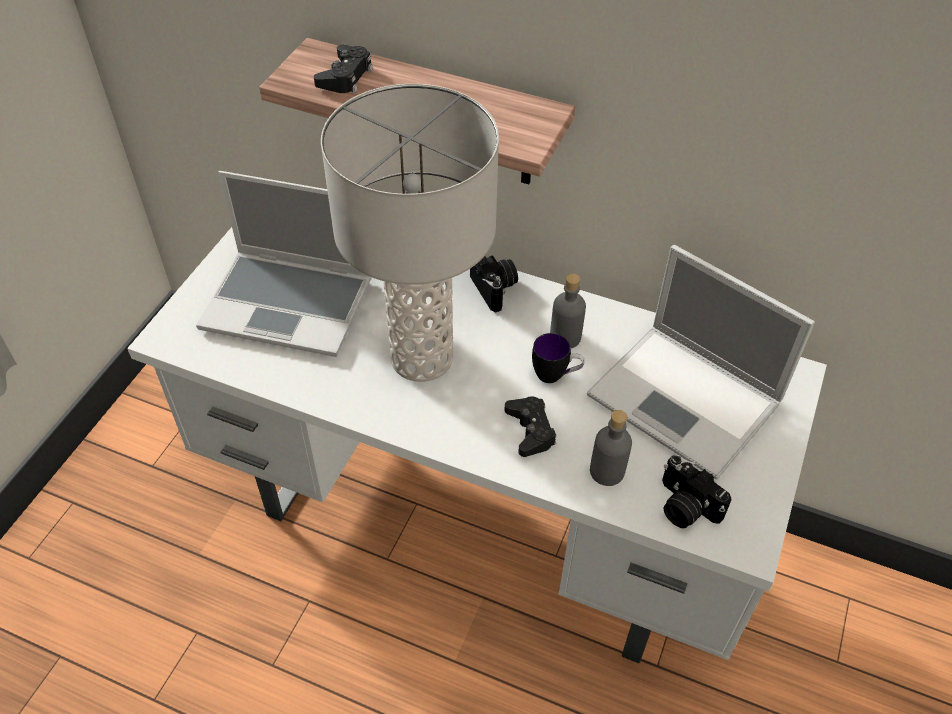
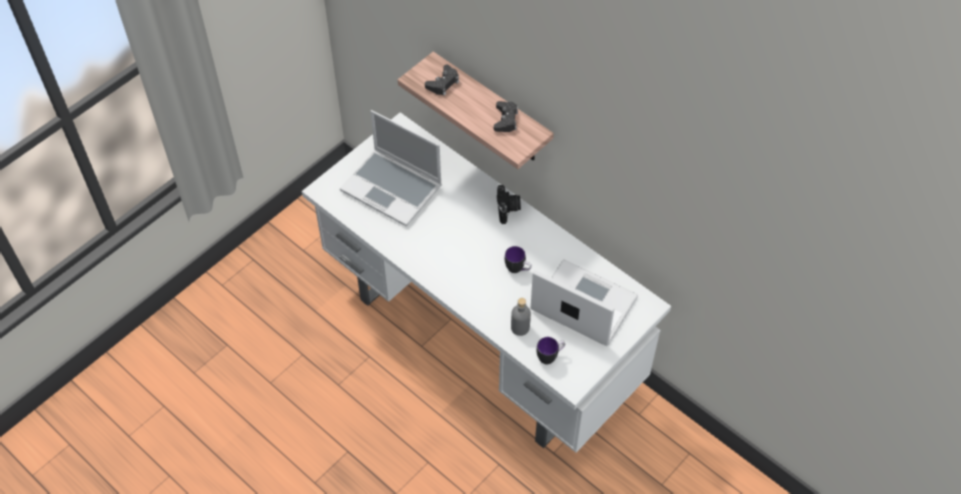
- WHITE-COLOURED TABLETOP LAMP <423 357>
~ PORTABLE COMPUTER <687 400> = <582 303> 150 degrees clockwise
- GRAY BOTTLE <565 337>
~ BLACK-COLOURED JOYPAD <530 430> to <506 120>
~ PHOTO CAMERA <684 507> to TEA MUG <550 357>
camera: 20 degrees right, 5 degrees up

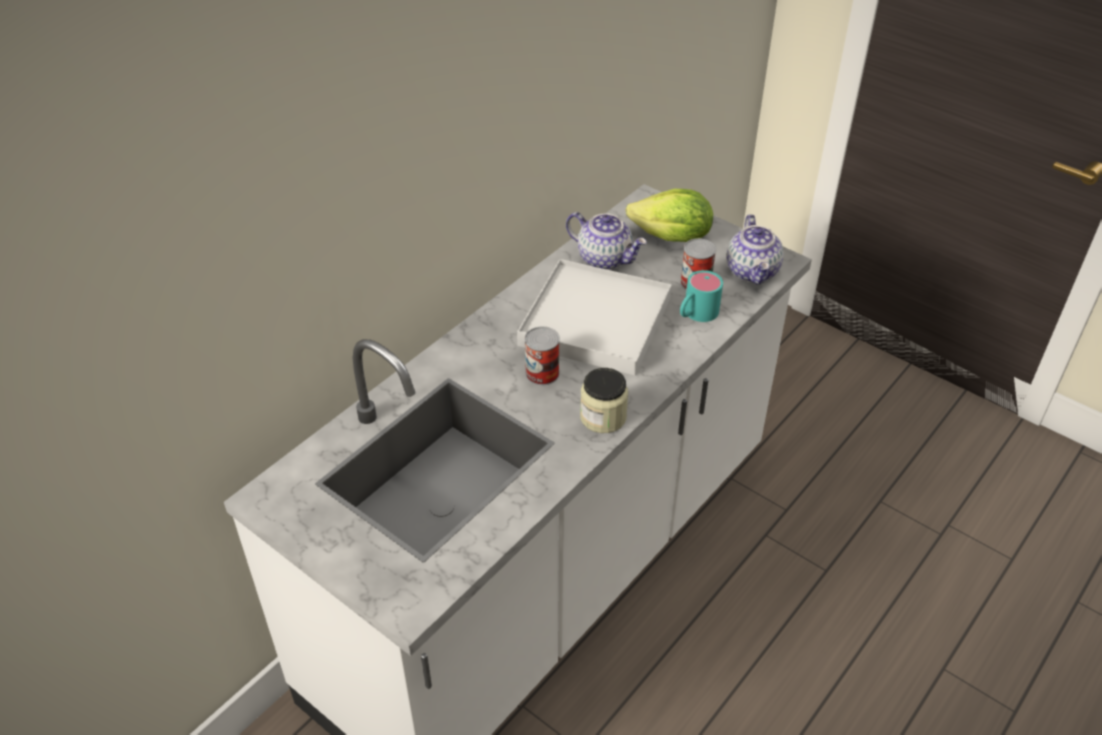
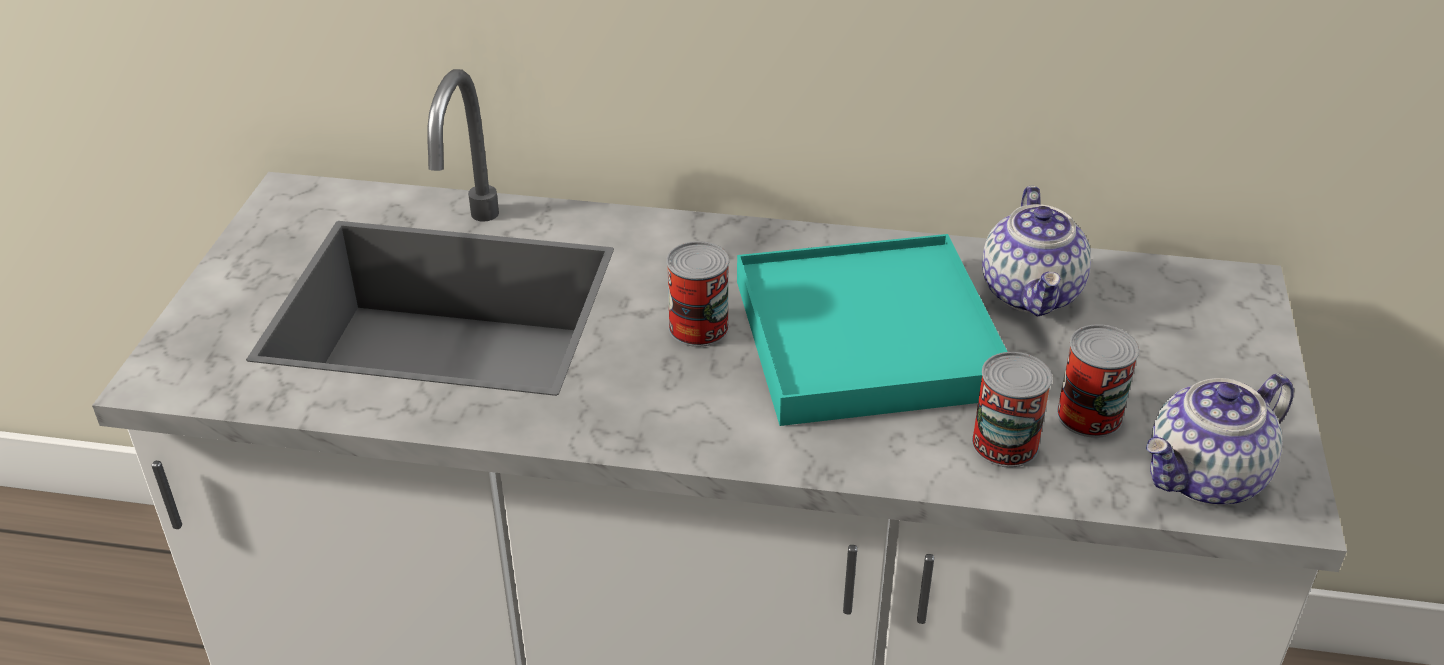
- HEAD OF LETTUCE <672 237>
~ WHITE-COLOURED TRAY <595 321> to TURQUOISE TRAY <868 337>
~ TURQUOISE TEA MUG <696 314> to SEALED CAN <1005 444>
- PRESERVE JAR <603 417>
camera: 60 degrees right, 5 degrees down

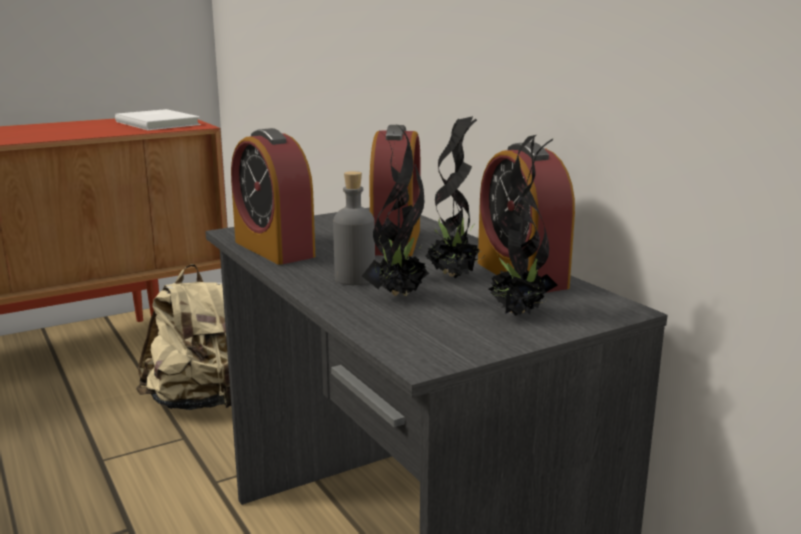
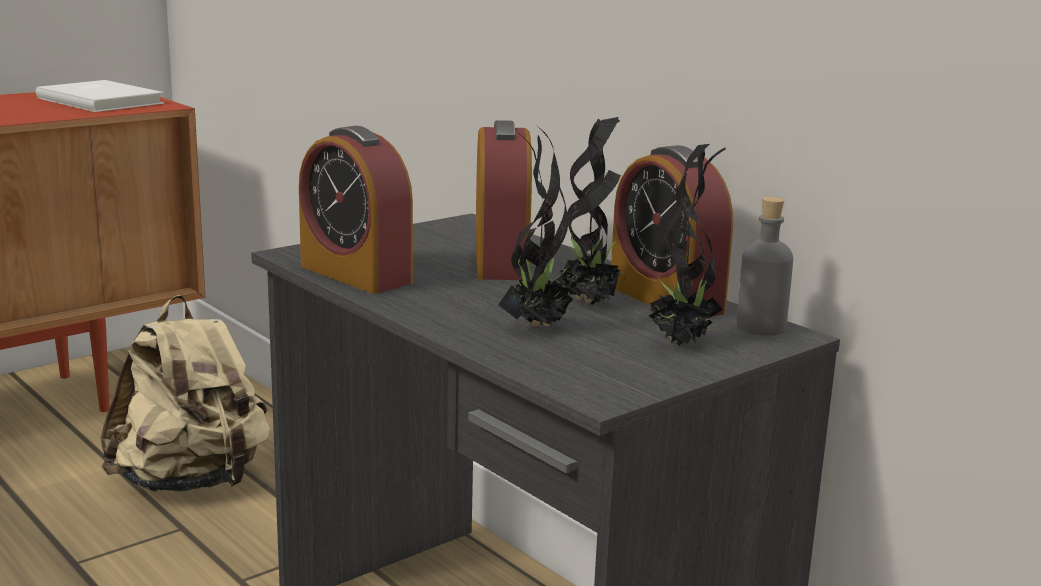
~ GRAY BOTTLE <355 279> to <760 327>
camera: 10 degrees left, 0 degrees up

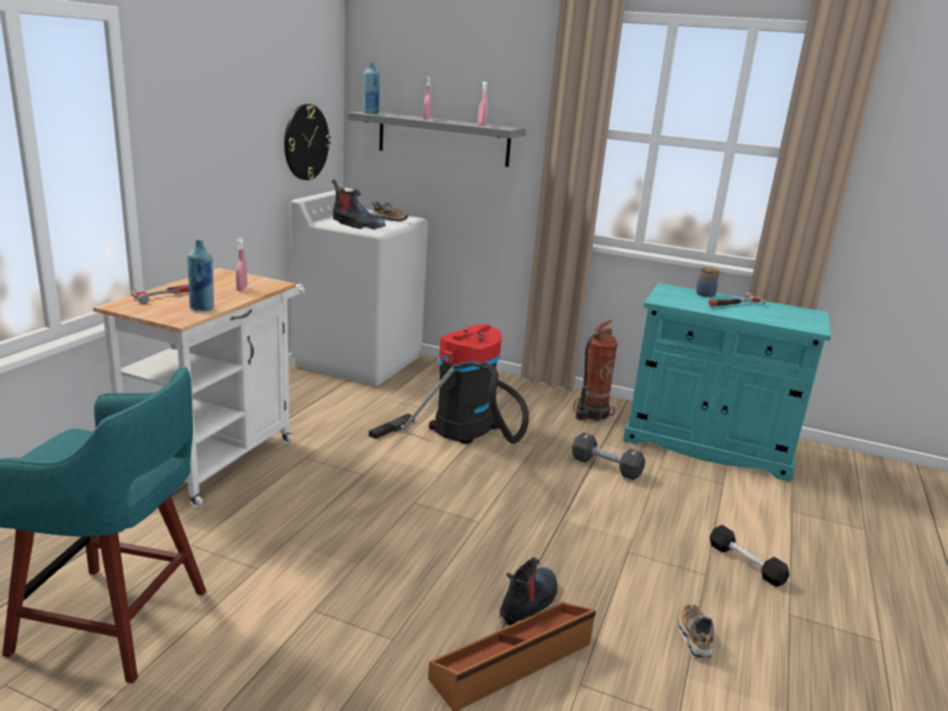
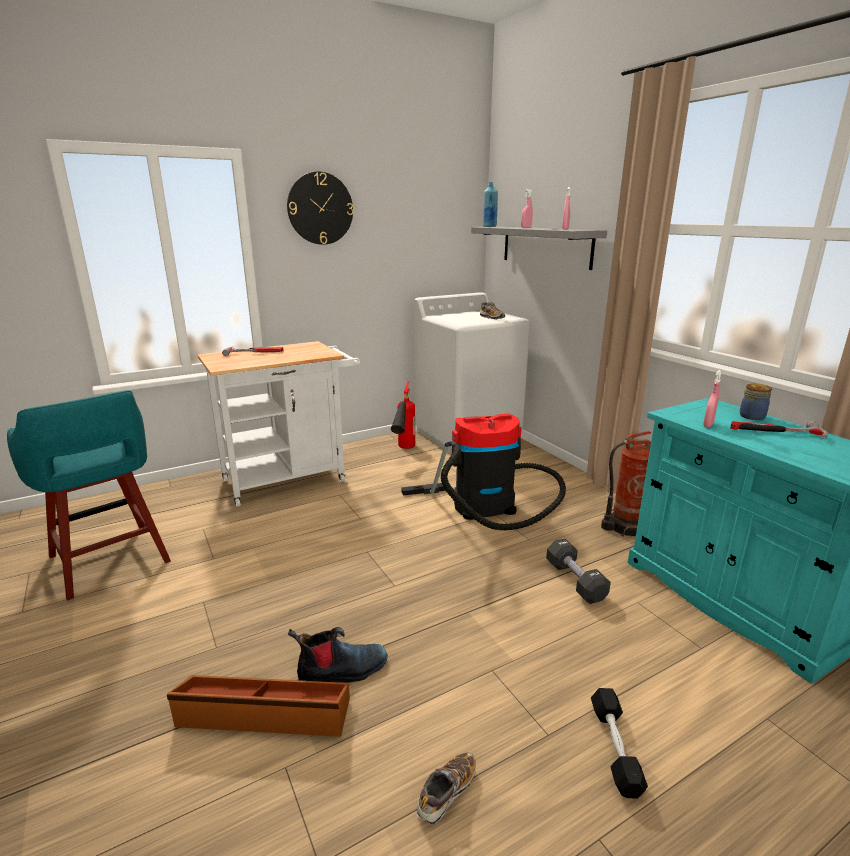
~ HANGING CLOCK <306 142> to <320 208>
- TALL BOOT <357 225>
~ PINK HAND SPRAYER <242 289> to <708 425>
- BLUE BOTTLE <202 308>
+ FIRE-FIGHTING CYLINDER <403 452>
camera: 40 degrees right, 0 degrees up

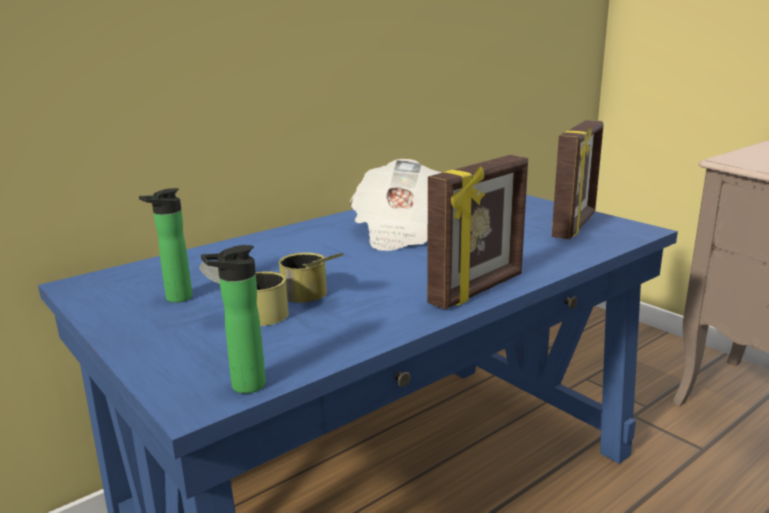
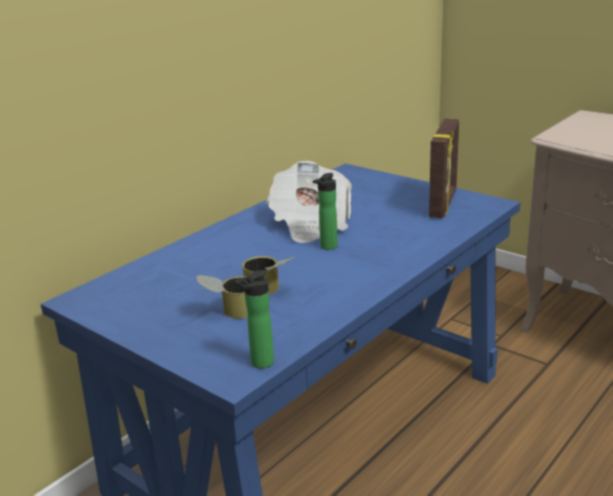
- PHOTO FRAME <478 290>
~ BOTTLE <175 299> to <327 247>
camera: 10 degrees left, 5 degrees up

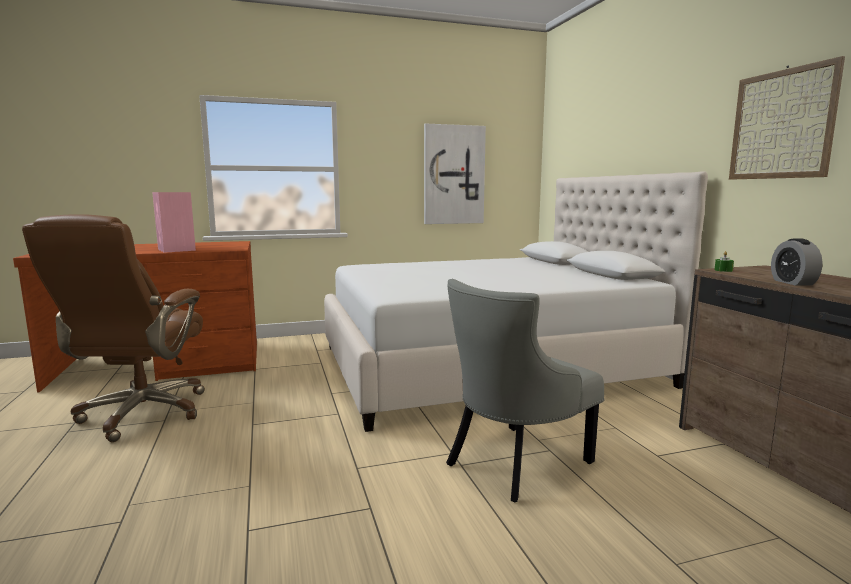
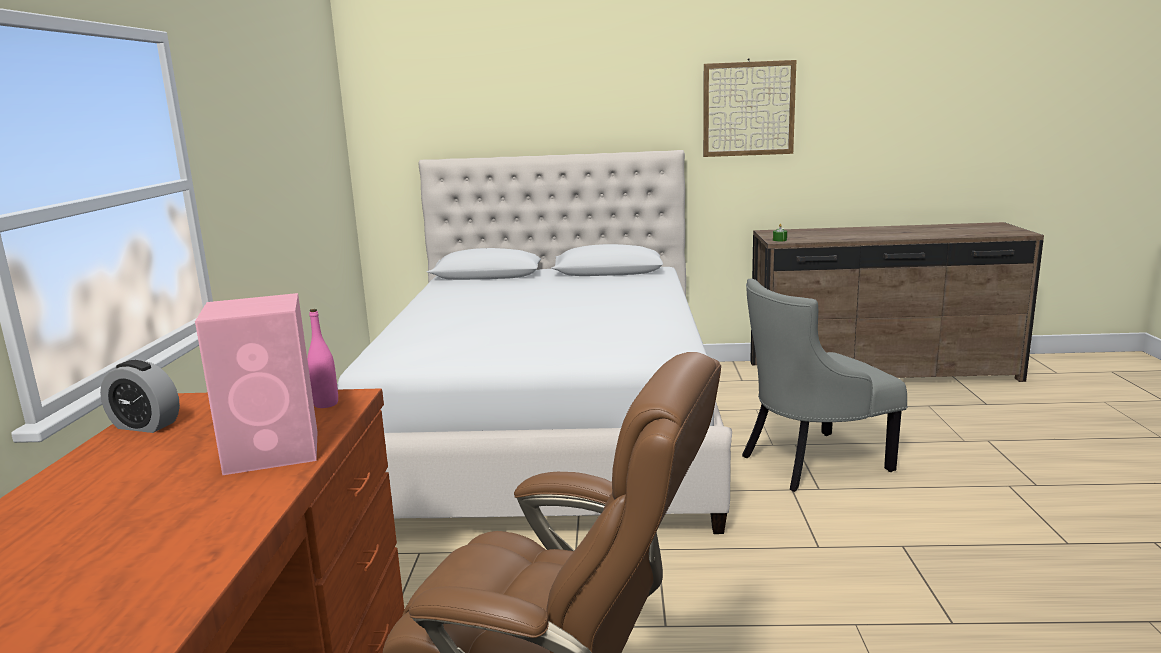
- WALL PICTURE <453 175>
~ BEDSIDE CLOCK <793 282> to <145 425>
~ GRAY PLAIN CHAIR <518 461> = <815 461> 90 degrees clockwise
+ PINK BOTTLE <326 404>
camera: 70 degrees left, 5 degrees up

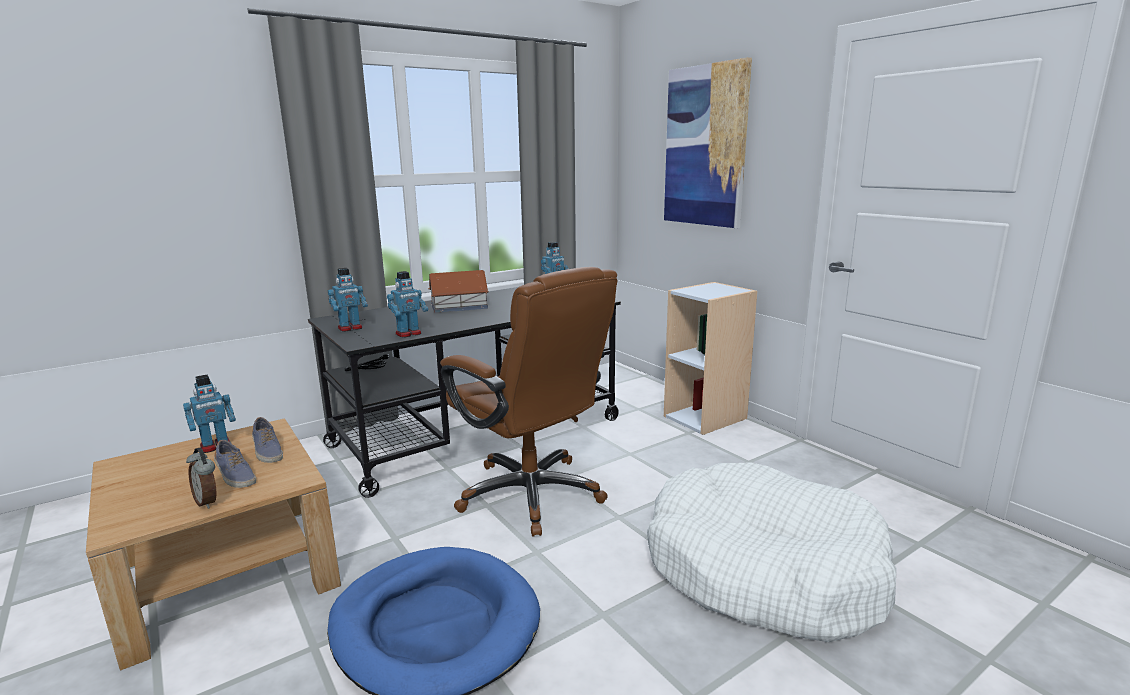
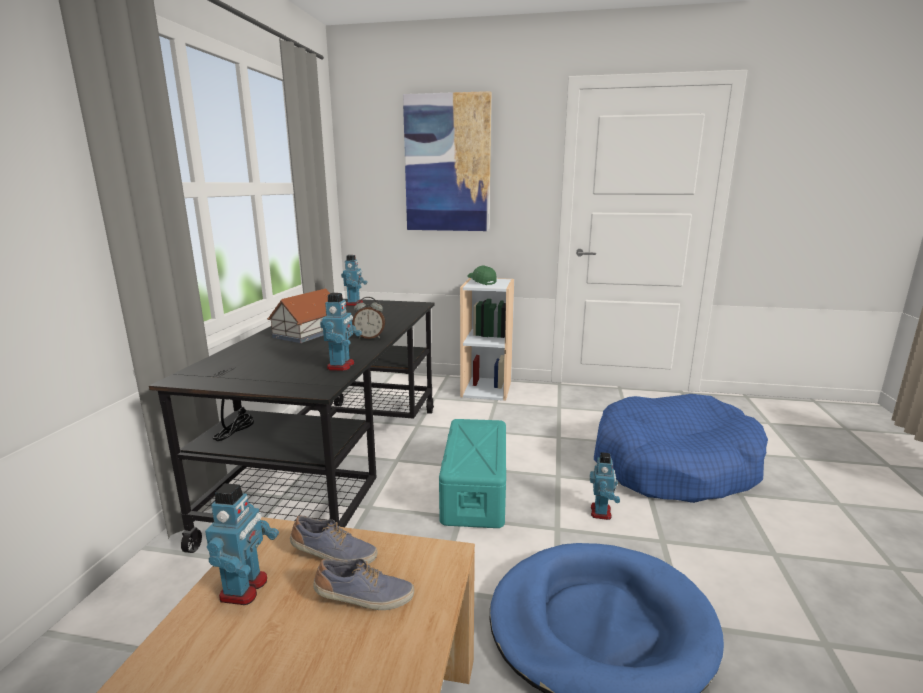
~ BROWN-COLOURED DESK CHAIR <531 493> to TURQUOISE STORAGE BOX <475 491>
~ TOY ROBOT <350 328> to <601 512>
~ BEDSIDE CLOCK <208 502> to <369 337>
~ WHITE-COLOURED PET BED <762 569> to BLUE PET BED <673 465>
+ GREEN BASEBALL CAP <481 282>
camera: 45 degrees left, 0 degrees up

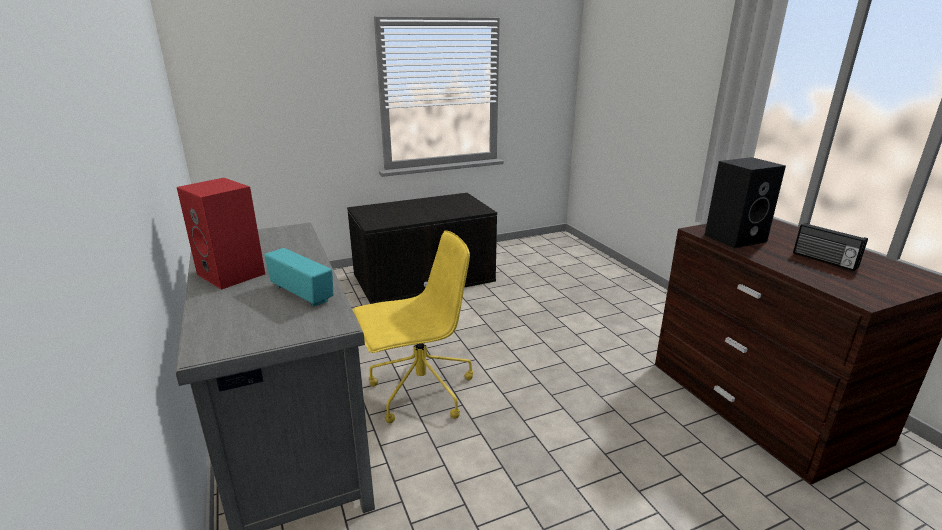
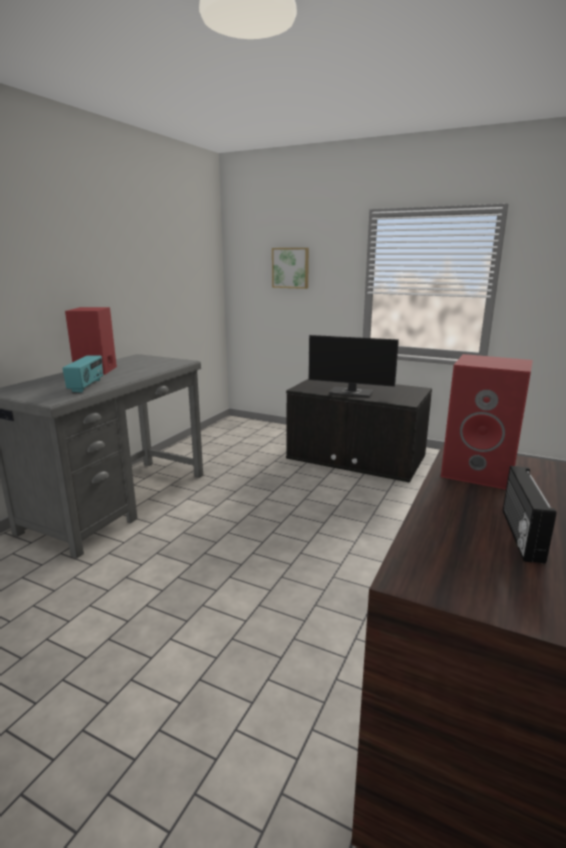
~ BLACK-COLOURED SPEAKER <735 238> to REDDISH SPEAKER <480 472>
- YELLOW-COLOURED DESK CHAIR <417 393>
+ WALL PICTURE <290 268>
+ COMPUTER DISPLAY <352 392>
camera: 50 degrees right, 5 degrees down

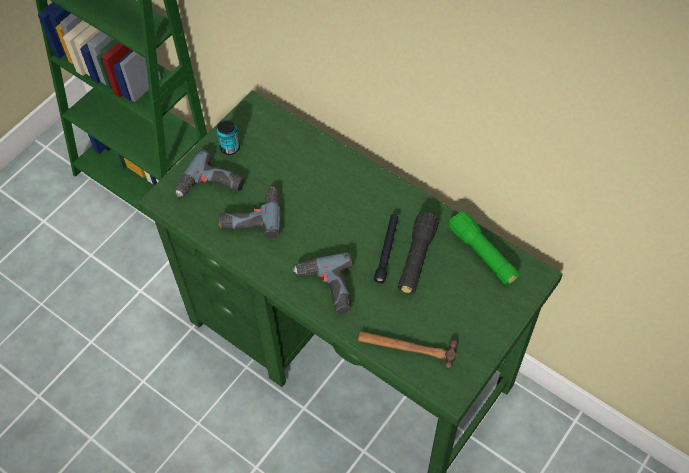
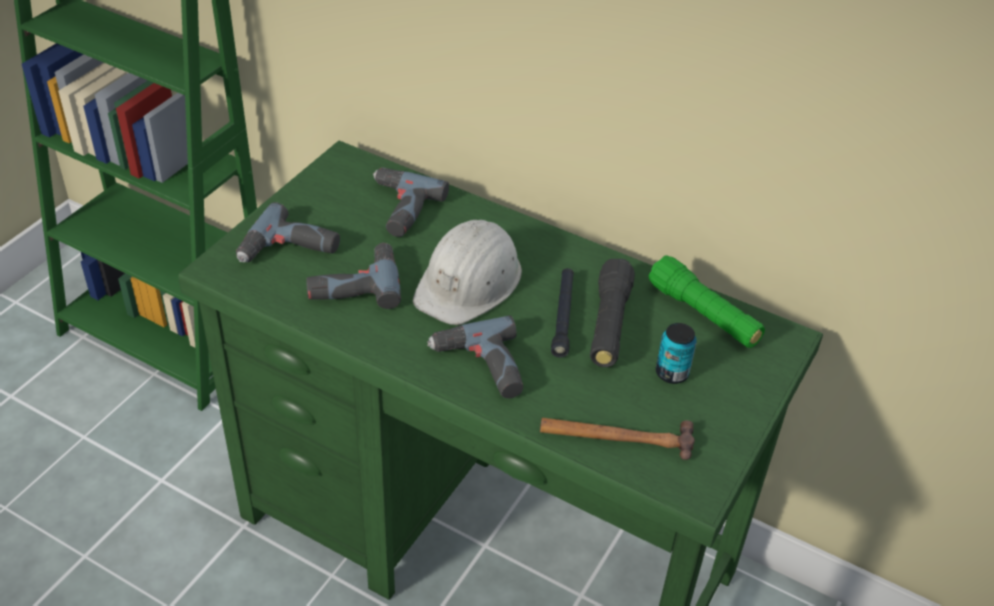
~ SEALED CAN <230 147> to <672 373>
+ POWER DRILL <398 209>
+ WHITE-COLOURED SAFETY HELMET <469 281>
camera: 10 degrees left, 15 degrees down

